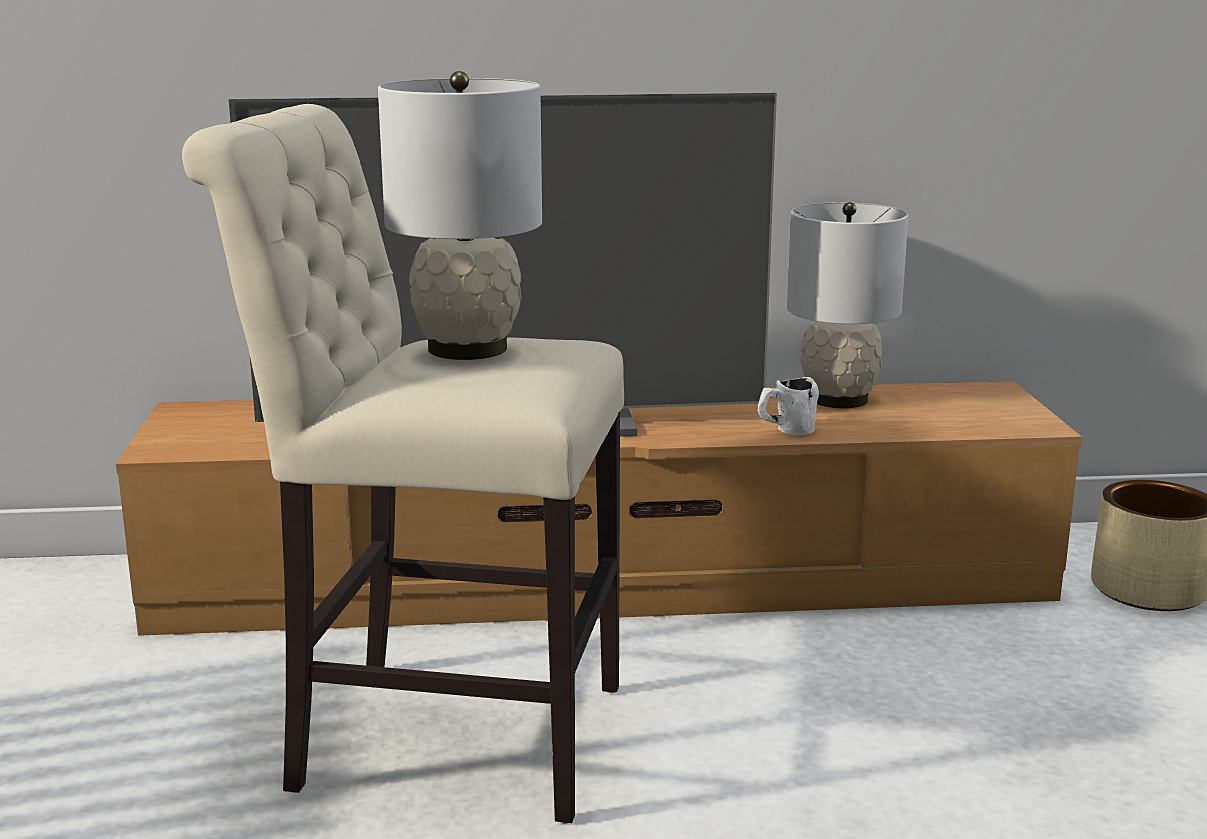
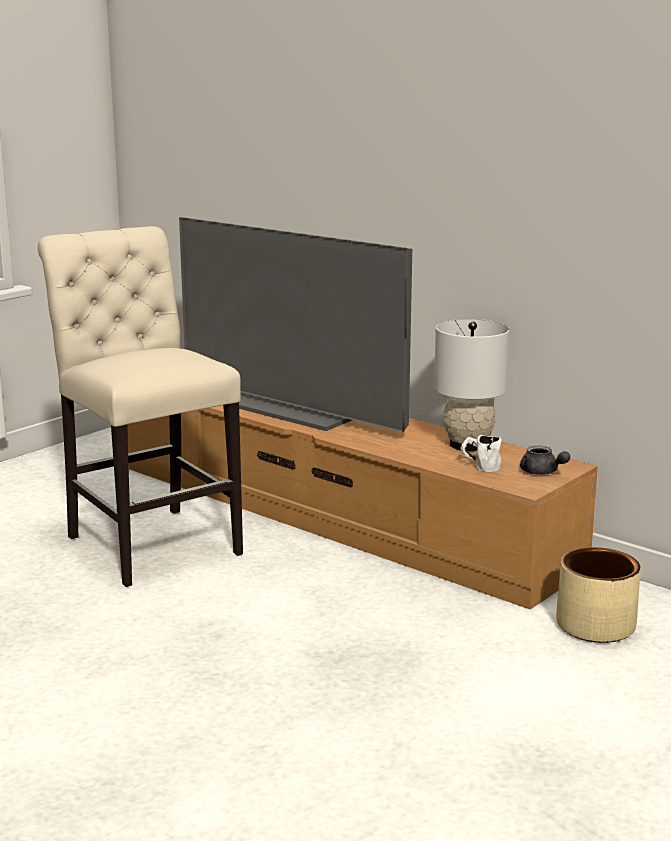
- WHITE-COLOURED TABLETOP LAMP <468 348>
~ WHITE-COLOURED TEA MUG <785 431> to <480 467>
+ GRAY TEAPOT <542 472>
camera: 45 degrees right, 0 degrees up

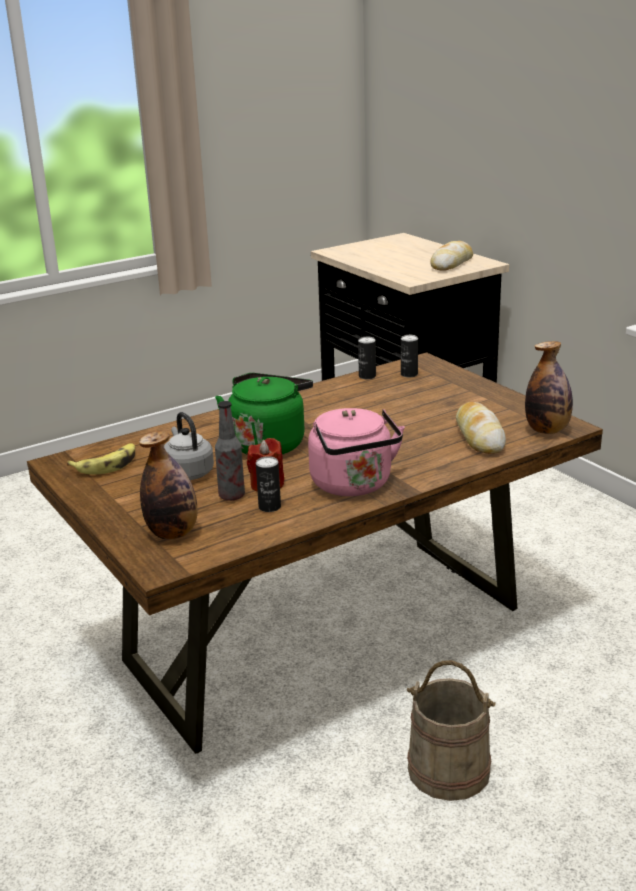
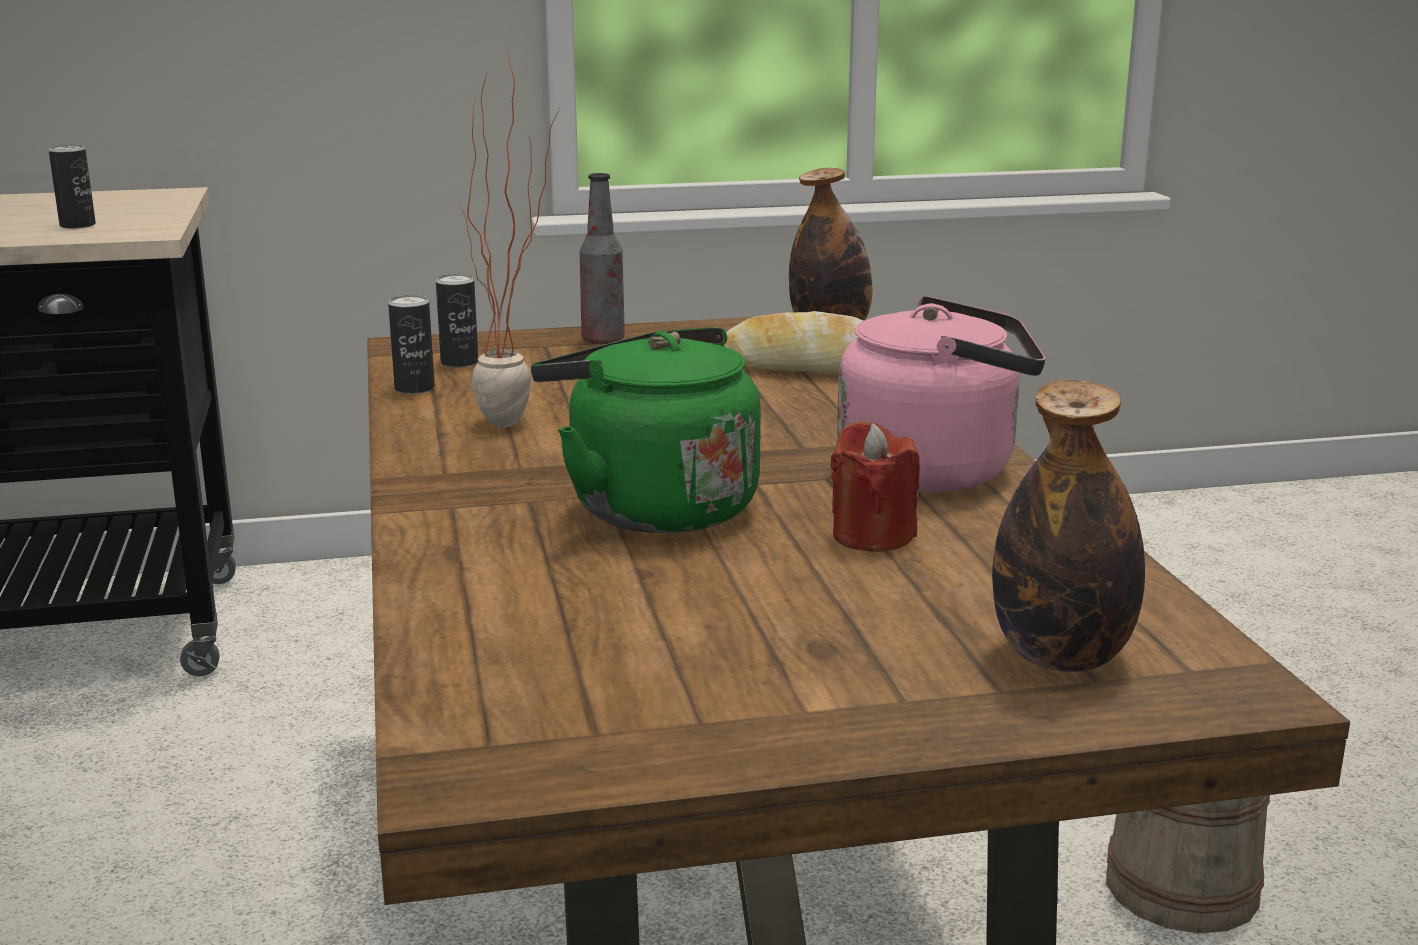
- BAKED BREAD <452 263>
~ BOTTLE <231 496> to <603 340>
- GRAY KETTLE <187 472>
- WHOLE BANANA <107 465>
~ SEALED CAN <269 507> to <77 225>
+ POTTED PLANT <521 425>
camera: 70 degrees left, 5 degrees down

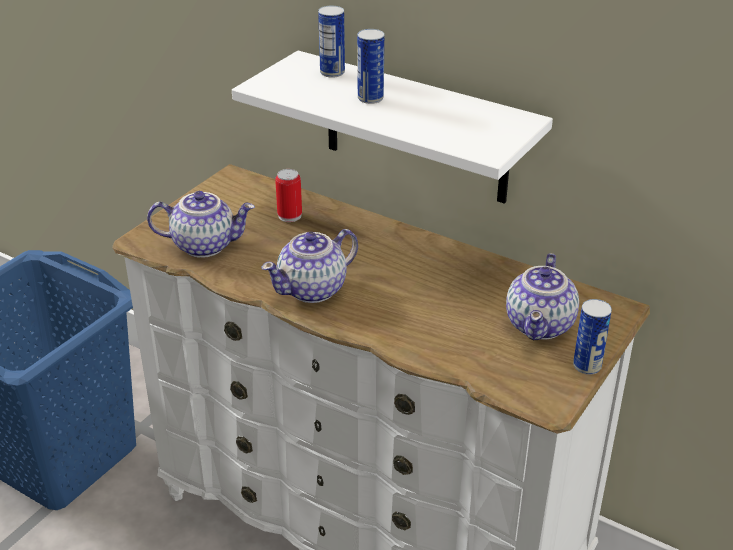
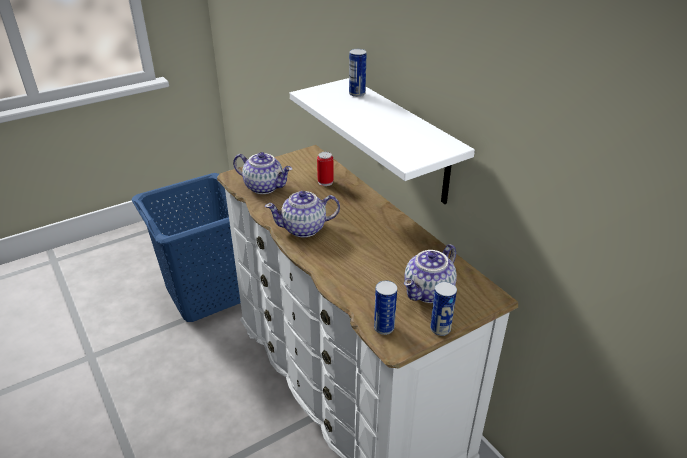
~ SEALED CAN <370 98> to <384 328>
camera: 25 degrees right, 0 degrees up

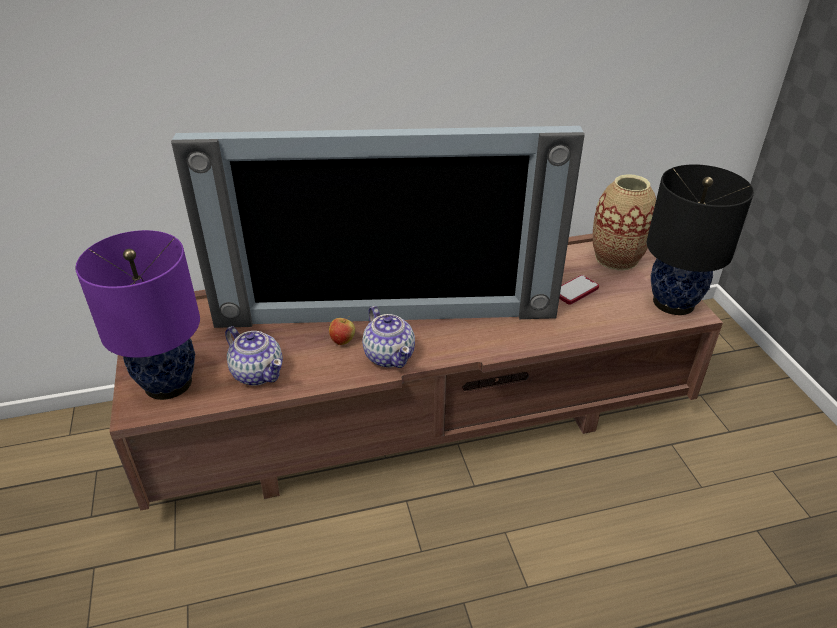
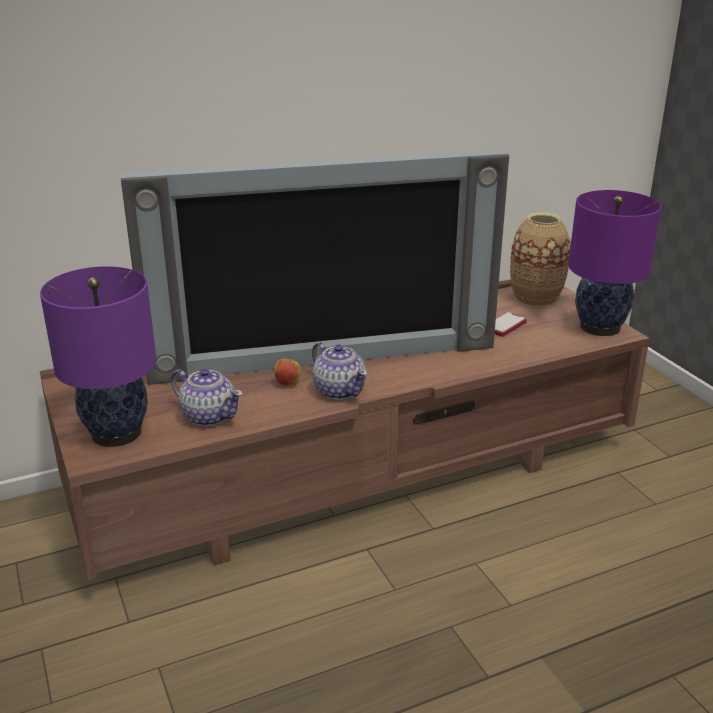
~ BLACK-COLOURED TABLETOP LAMP <673 302> to PURPLISH TABLETOP LAMP <599 327>
camera: 10 degrees left, 10 degrees down

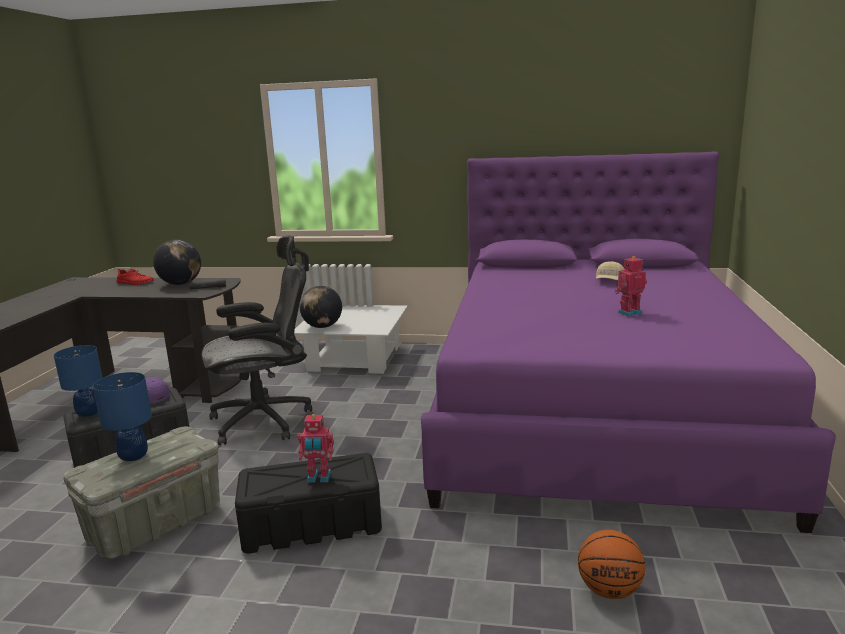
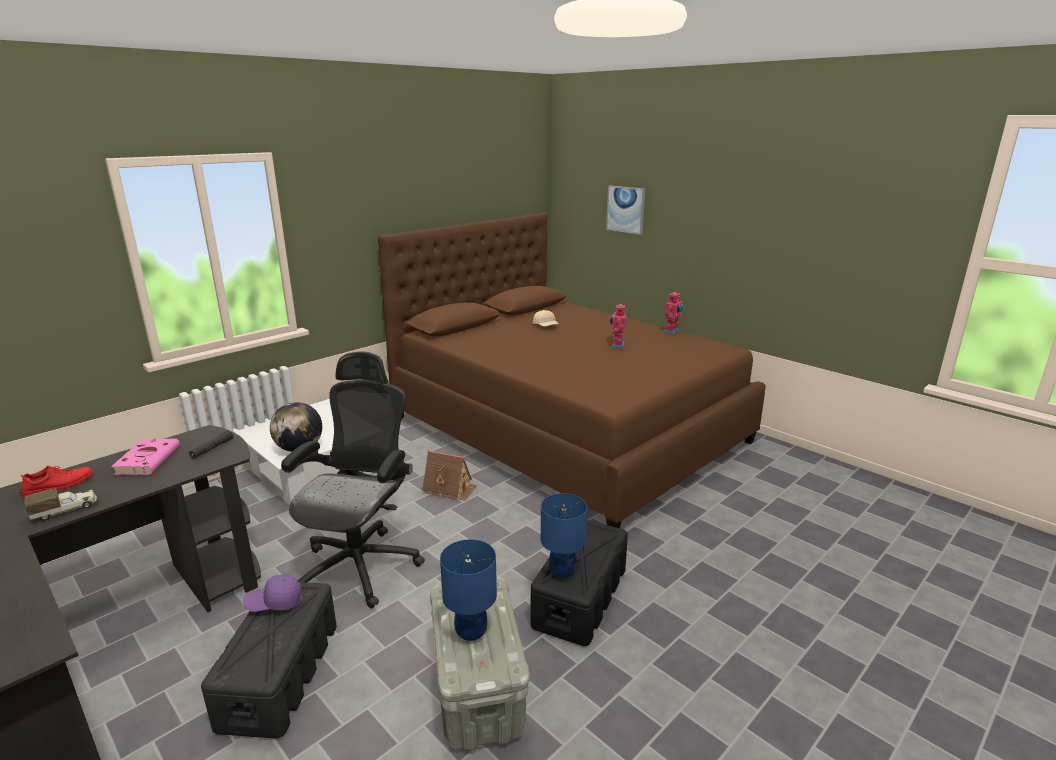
~ PURPLISH SLEEPING BED <593 411> to BROWN-COLOURED SLEEPING BED <567 429>
~ GLOBE <180 284> to PINK VOLUME <148 459>
~ BLUE TABLETOP LAMP <88 414> to <563 572>
~ TOY ROBOT <319 478> to <672 331>
- BASKETBALL <609 590>
+ WALL PICTURE <626 209>
+ MODEL HOUSE <450 489>
+ MODEL TRUCK <65 510>
camera: 55 degrees left, 5 degrees up

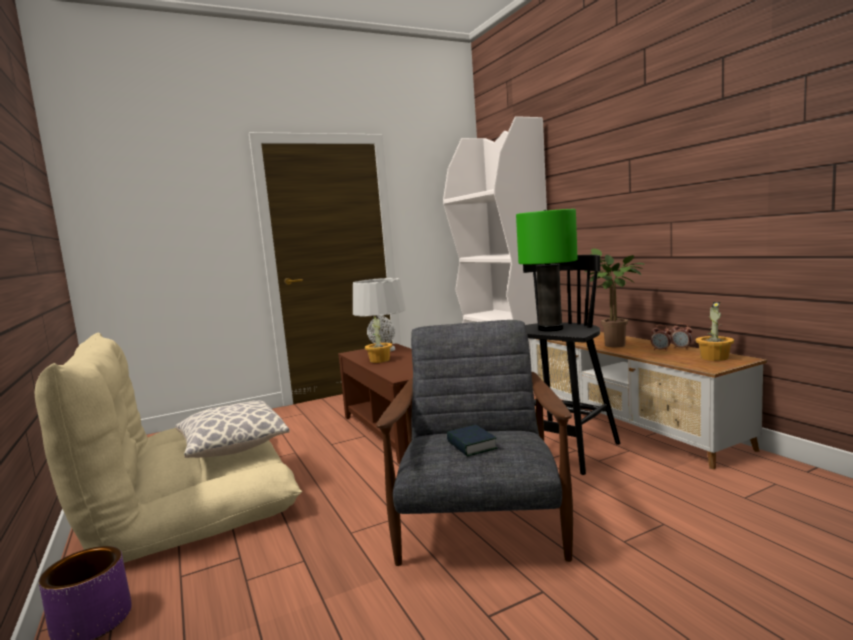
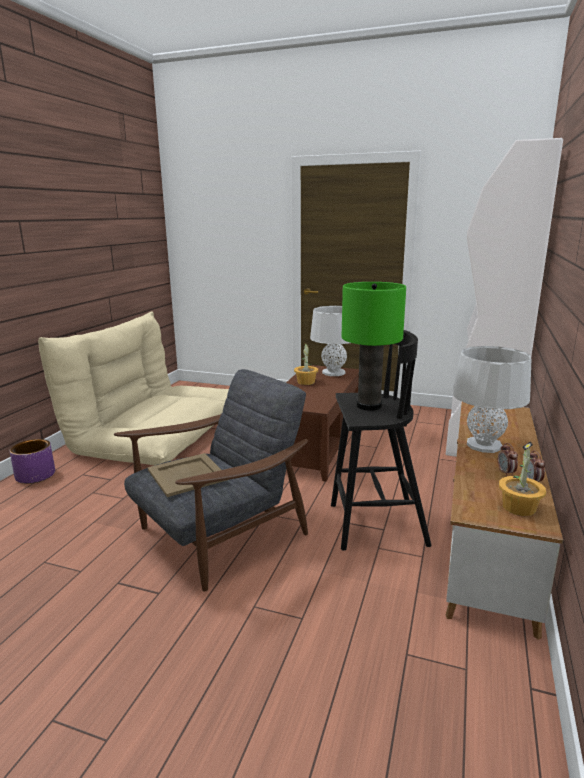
~ POTTED PLANT <611 345> to GRAY TABLETOP LAMP <483 445>
- THROW PILLOW <233 447>
~ VOLUME <471 445> to BEIGE-COLOURED TRAY <186 474>
camera: 45 degrees right, 10 degrees up

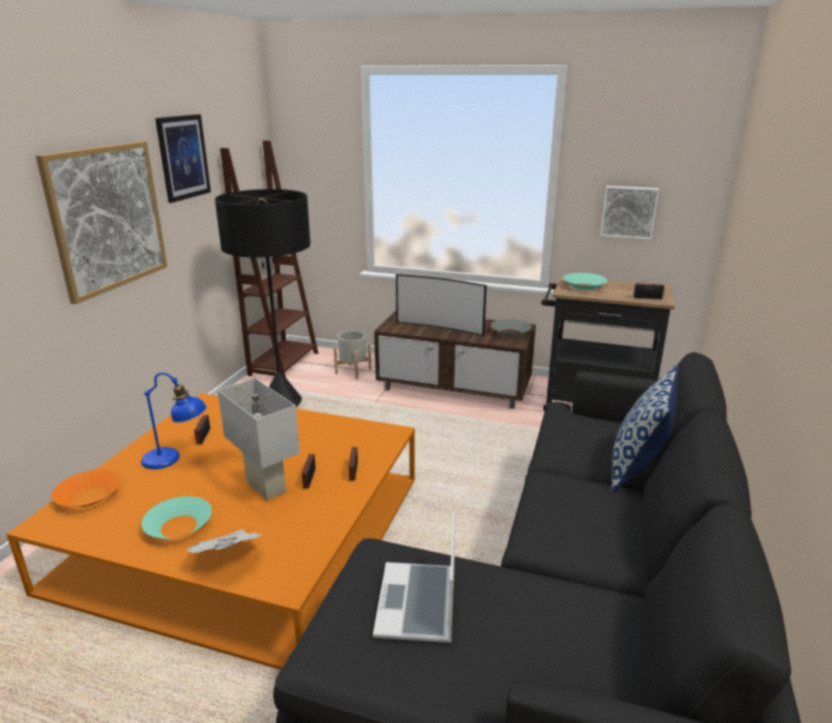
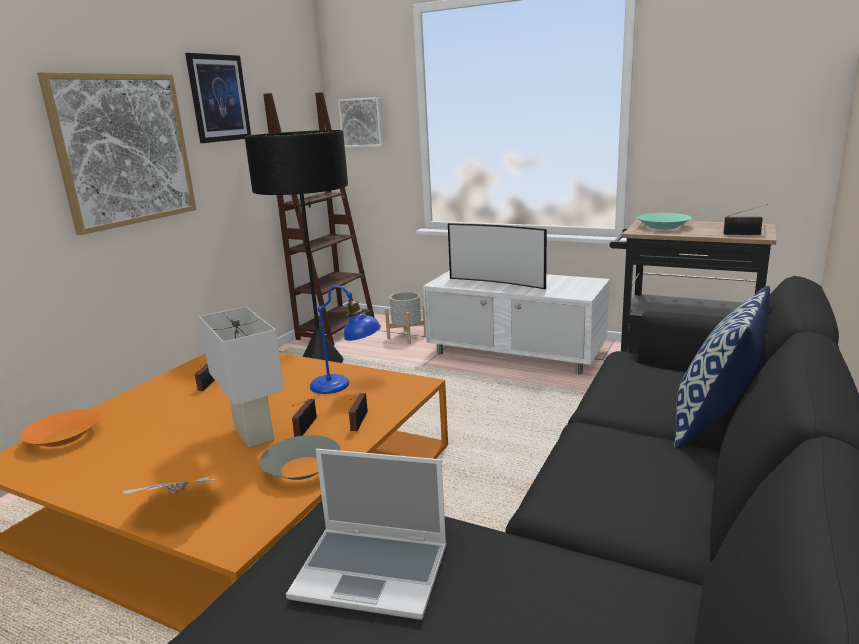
~ WALL PICTURE <628 212> to <362 122>
~ BROWN-COLOURED TV UNIT <455 387> to WHITE-COLOURED TV UNIT <516 352>
~ GRAY DEEP DISH <510 333> to <302 467>
~ BLUE TABLETOP LAMP <177 458> to <347 385>
- TURQUOISE DEEP DISH <178 526>
~ PORTABLE COMPUTER <418 604> = <373 572> 90 degrees counterclockwise
camera: 10 degrees right, 5 degrees down

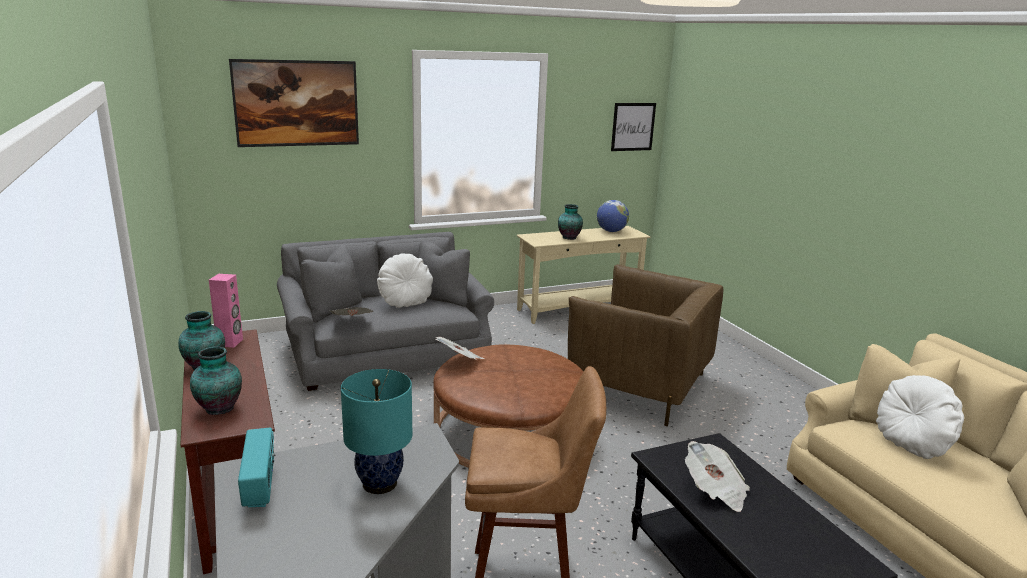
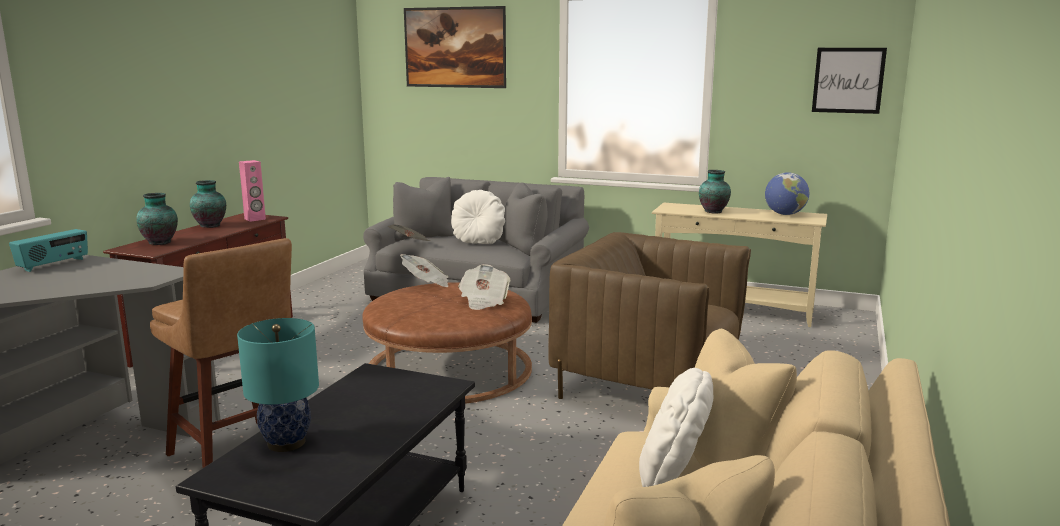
~ BROWN-COLOURED LOUNGE CHAIR <639 385> = <648 381> 135 degrees clockwise
~ TURQUOISE TABLETOP LAMP <379 483> to <286 442>
~ DAILY PAPER <715 491> to <484 301>
camera: 45 degrees right, 5 degrees down

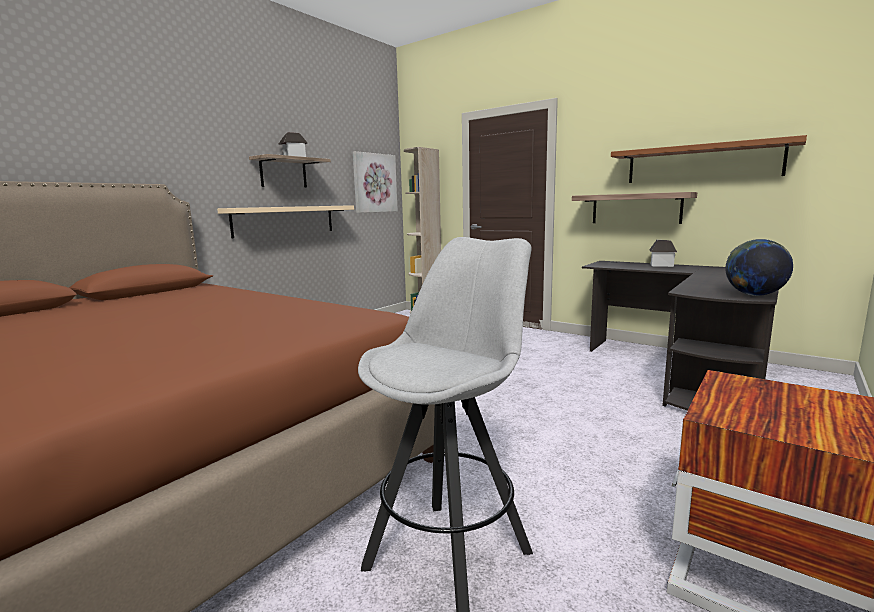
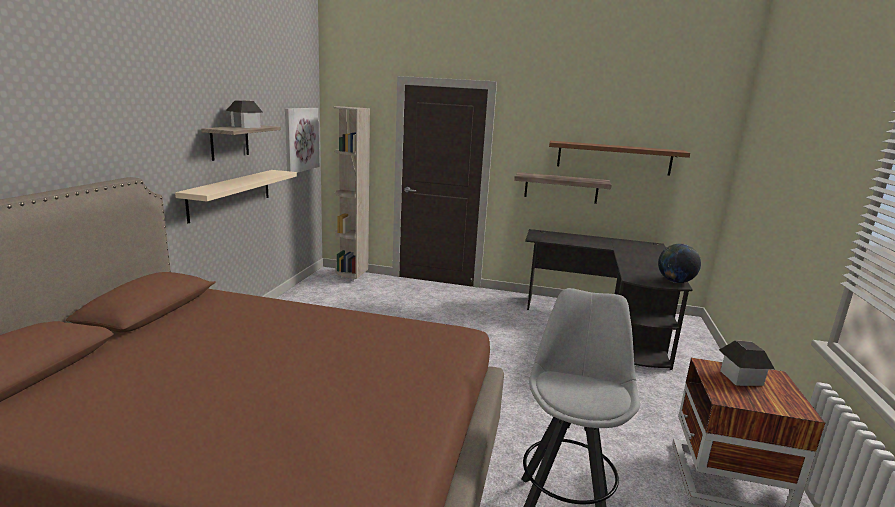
~ MODEL HOUSE <661 265> to <741 378>
camera: 25 degrees left, 5 degrees up

